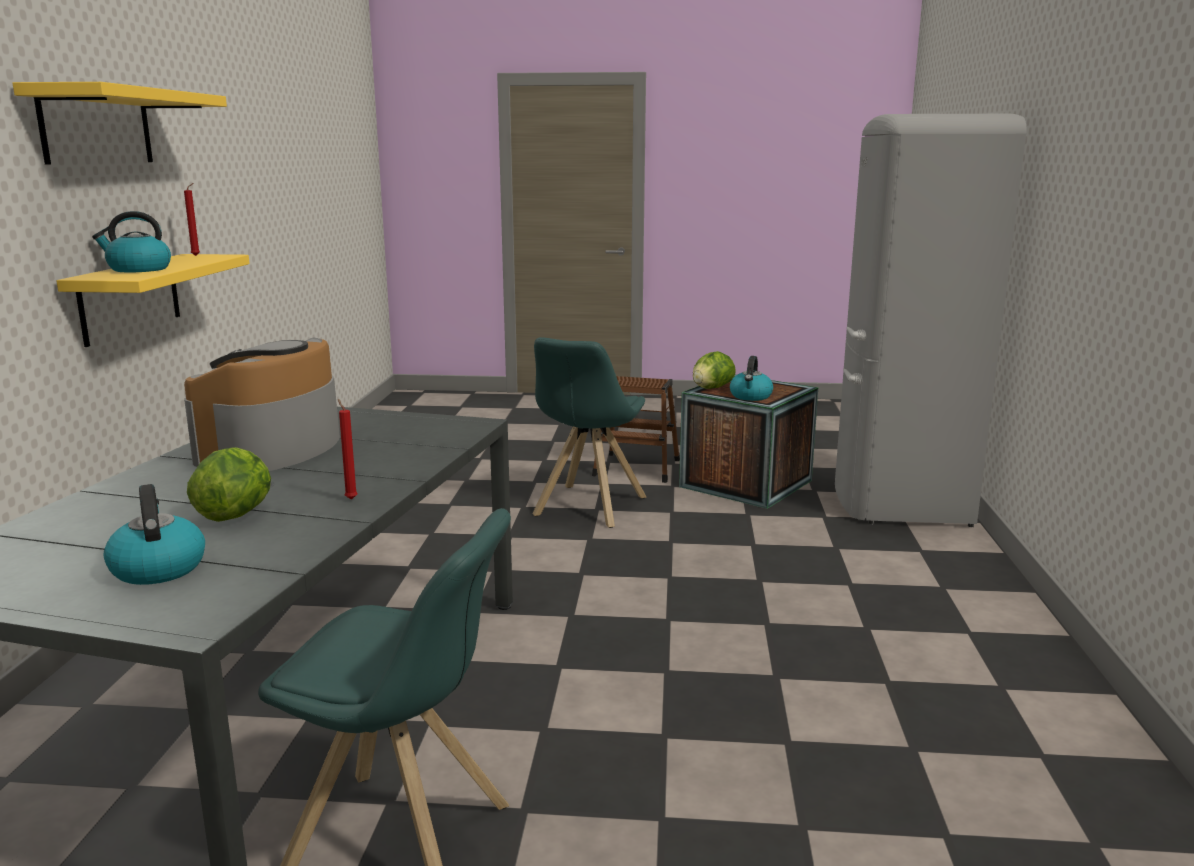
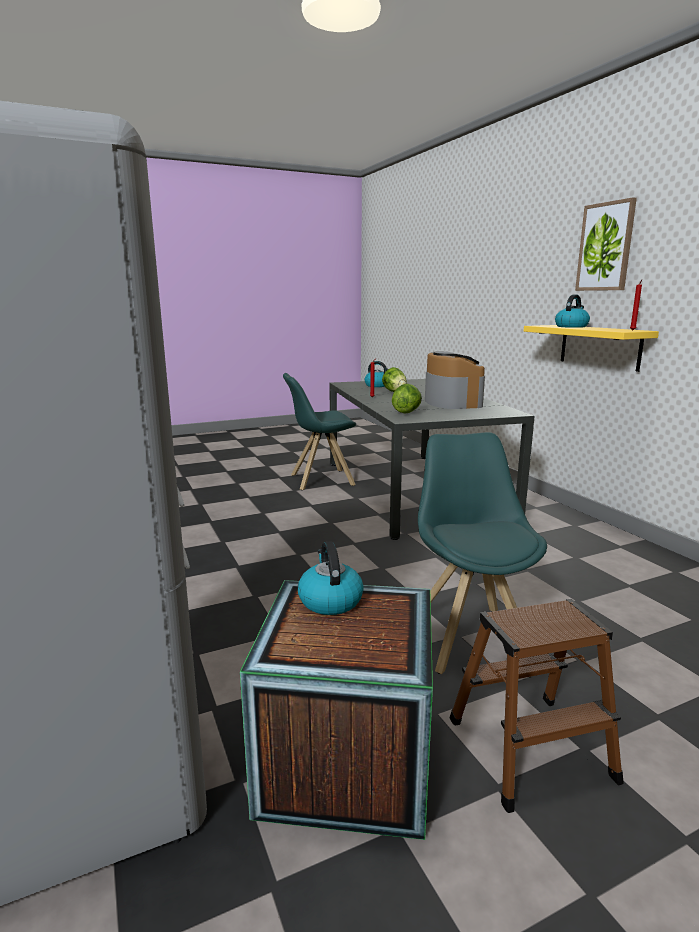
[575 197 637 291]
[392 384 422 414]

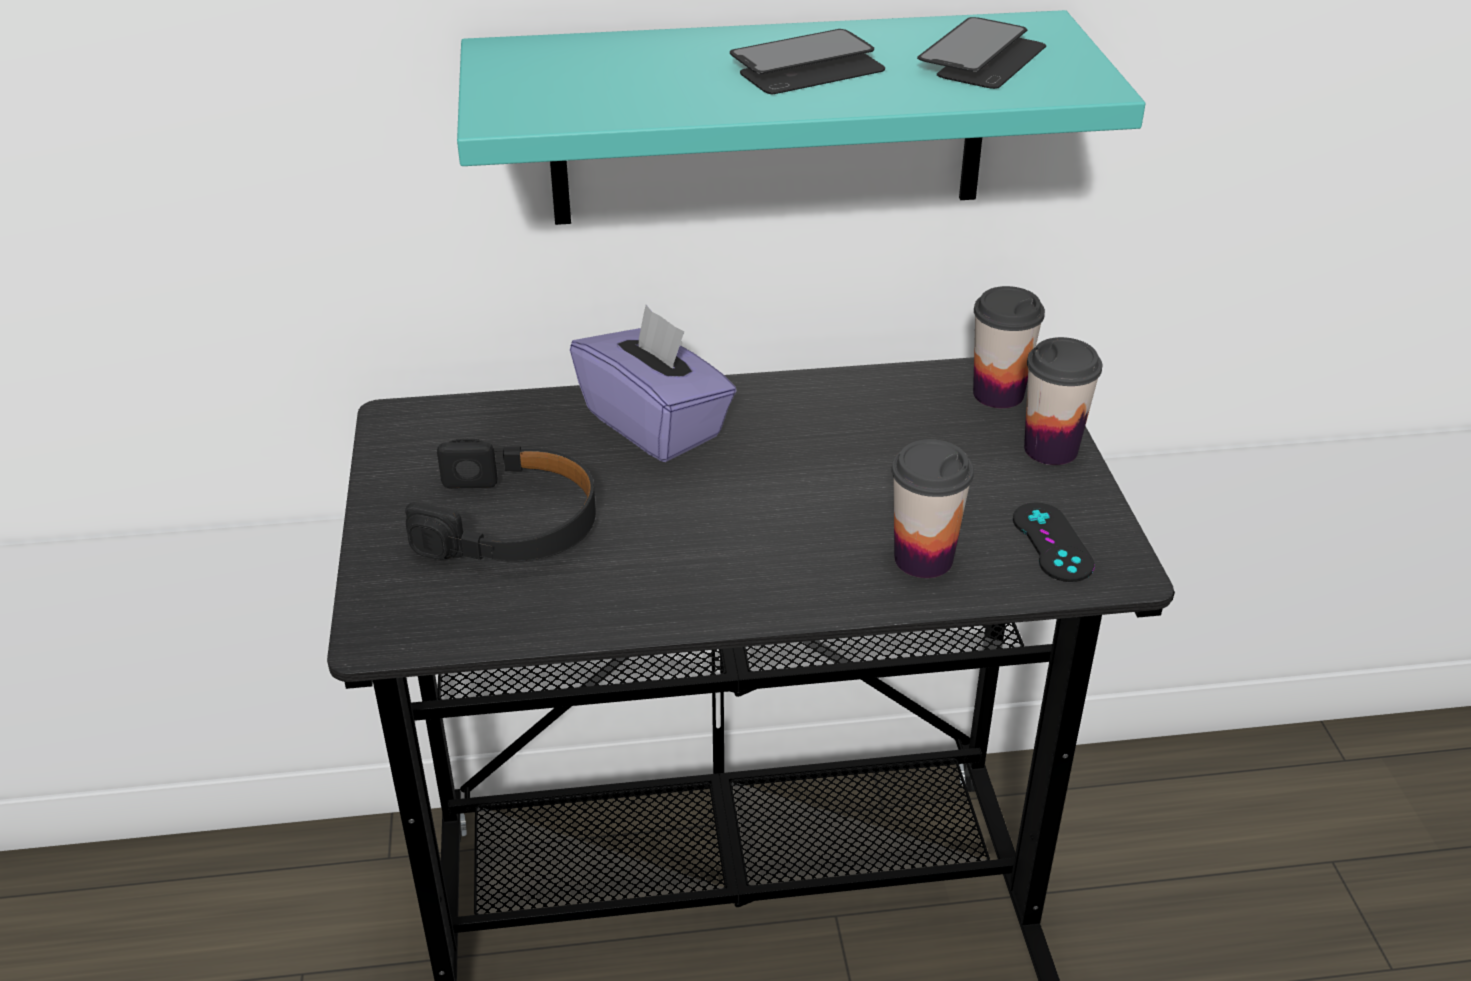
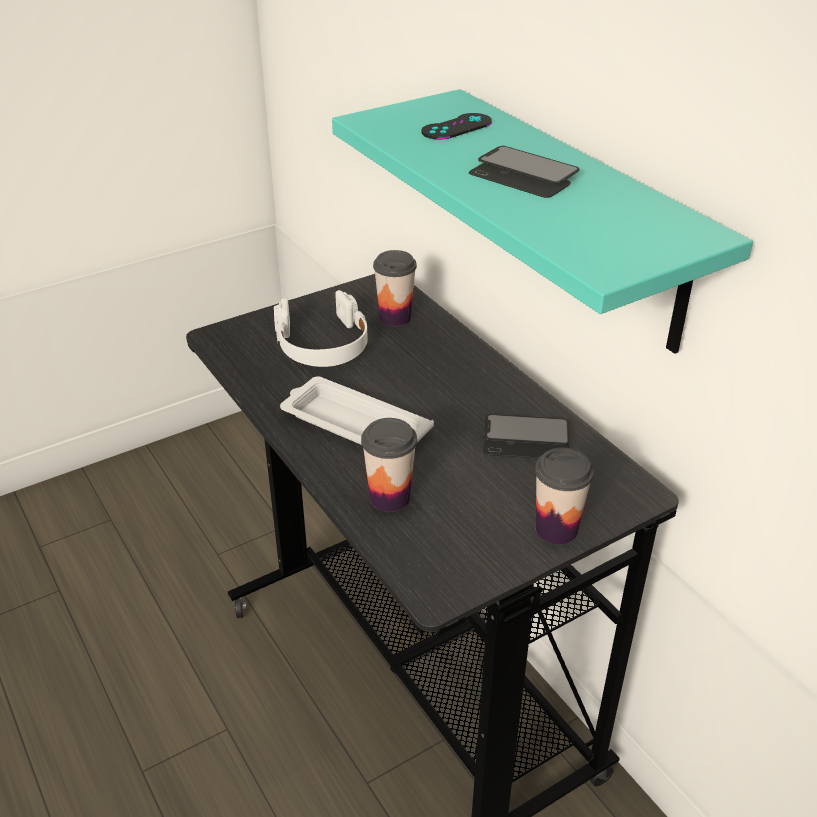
[483 414 570 458]
[373 250 417 326]
[570 305 737 462] (first image)
[274 290 368 367]
[421 113 492 140]
[280 376 434 445]

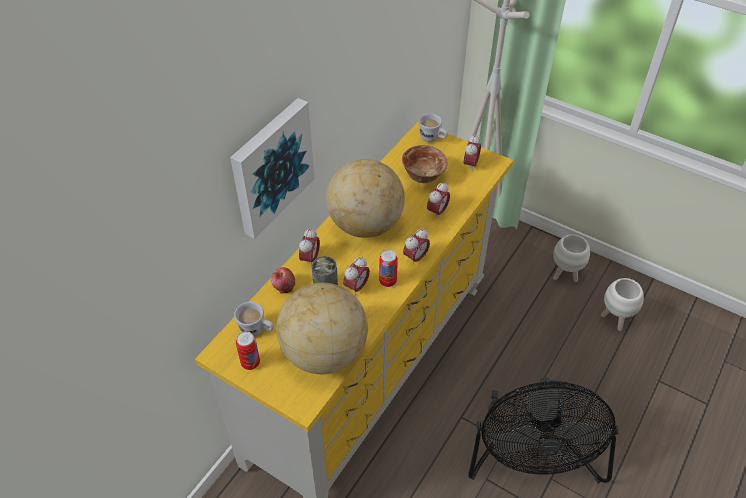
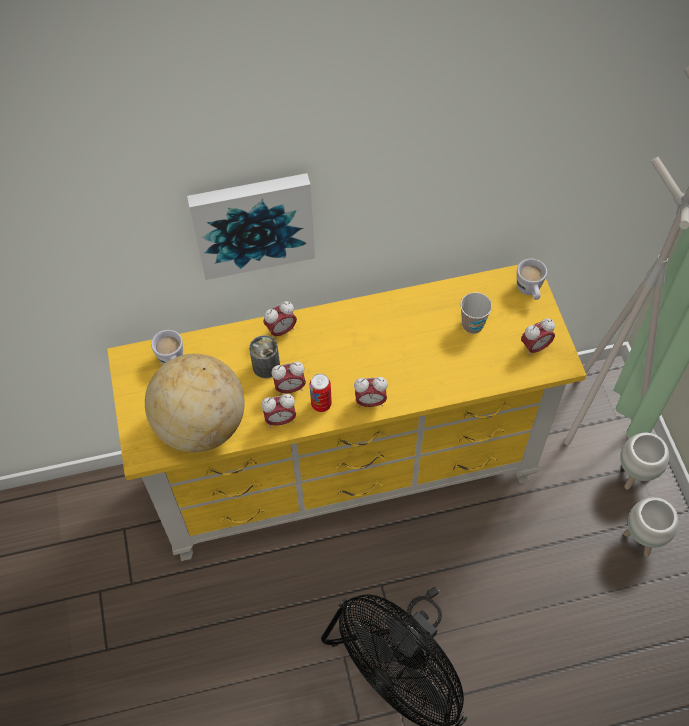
[460 292 492 334]
[326 159 405 238] (first image)
[261 394 296 427]
[271 267 295 294] (first image)
[620 433 669 490]
[236 331 260 370] (first image)

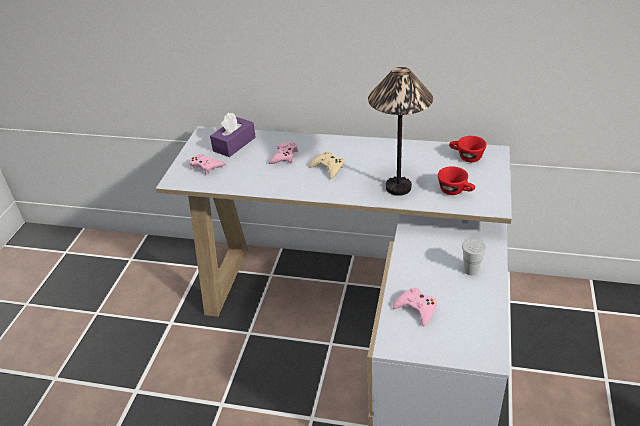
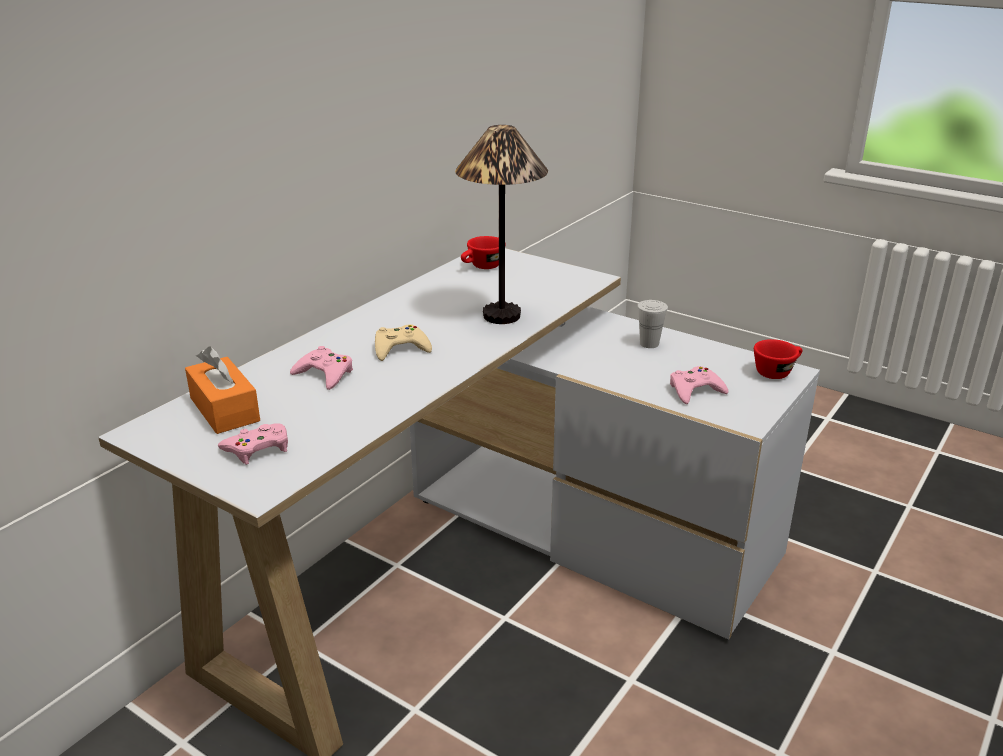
[185 346 260 434]
[754 339 803 379]

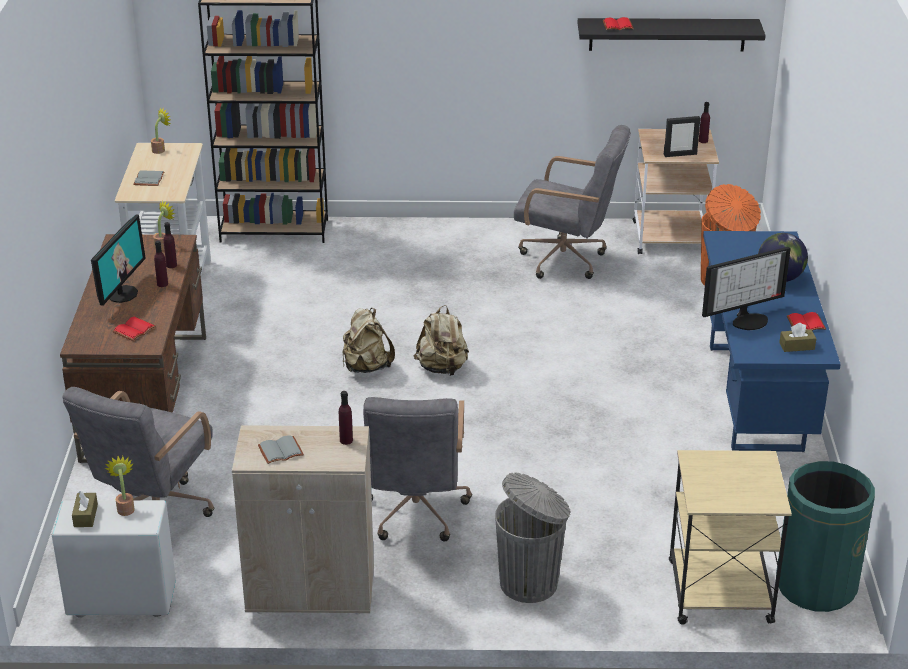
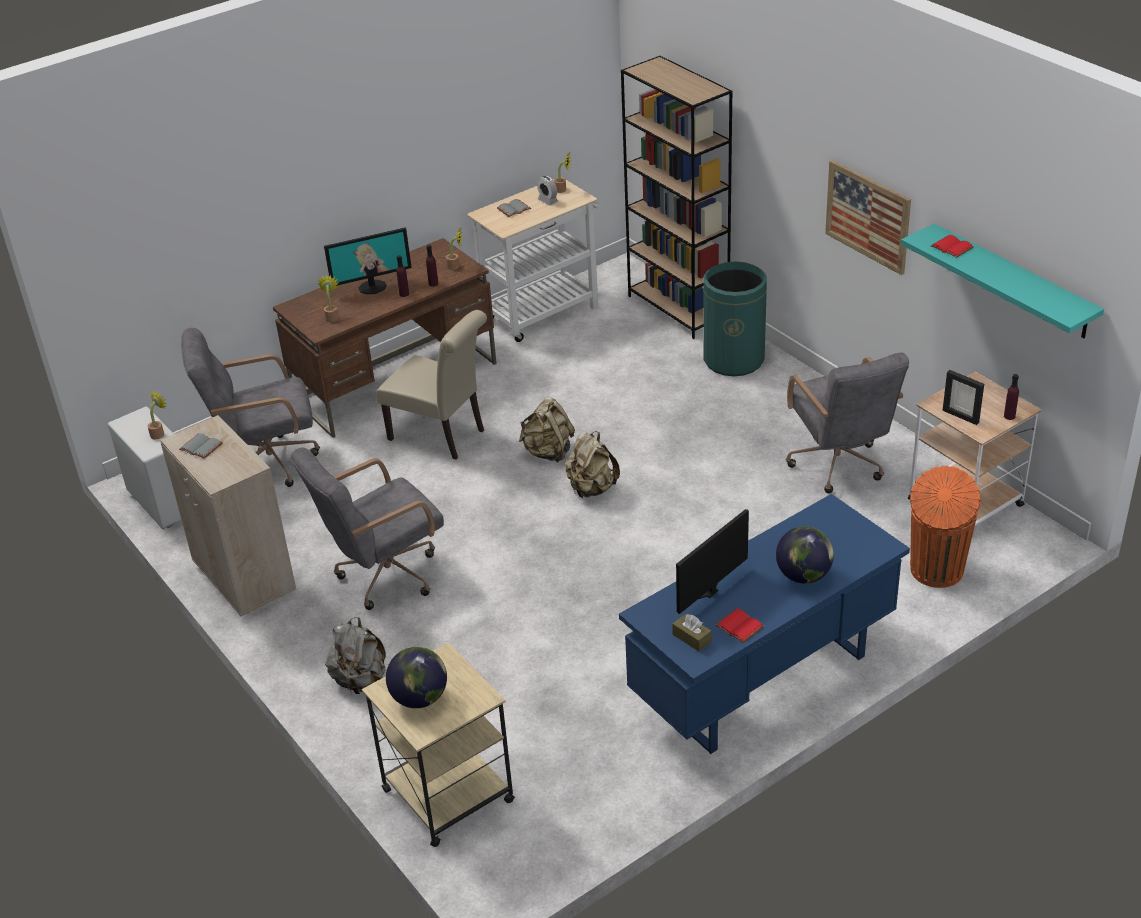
[901 223 1104 338]
[676 509 749 614]
[317 275 339 322]
[339 391 353 445] (first image)
[703 262 767 376]
[325 617 386 694]
[72 491 98 527] (first image)
[825 160 911 275]
[537 176 558 205]
[376 310 487 460]
[386 647 447 708]

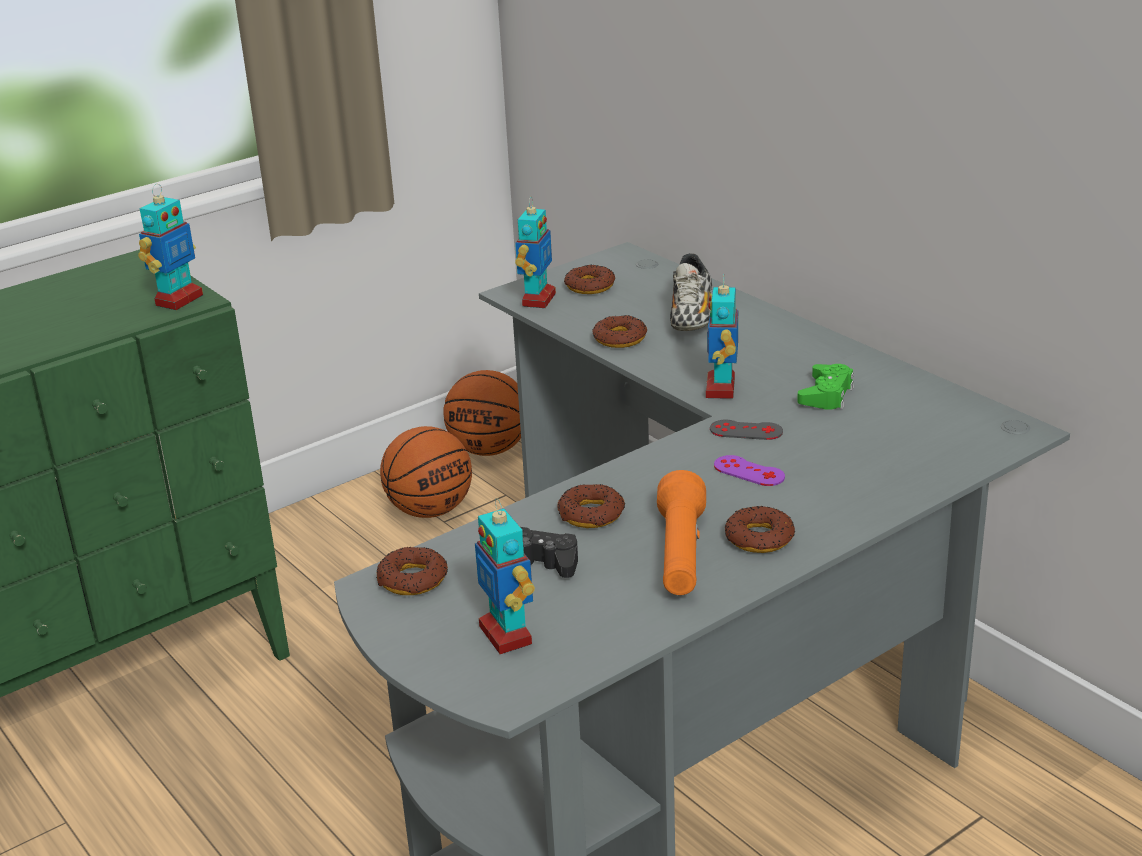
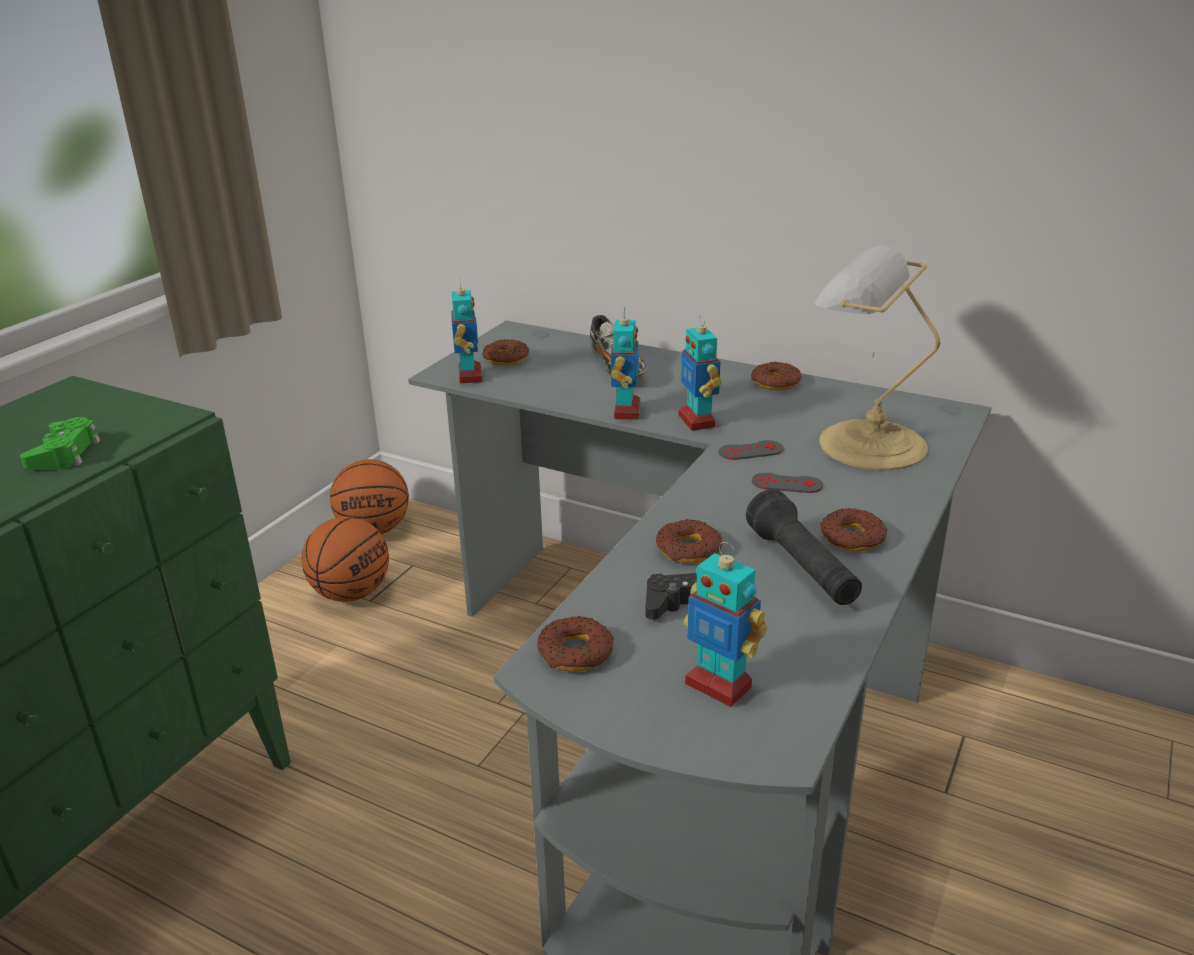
[611 307 640 420]
[751 362 802 390]
[20 417 100 469]
[752 473 823 493]
[746 489 862 605]
[815 245 940 470]

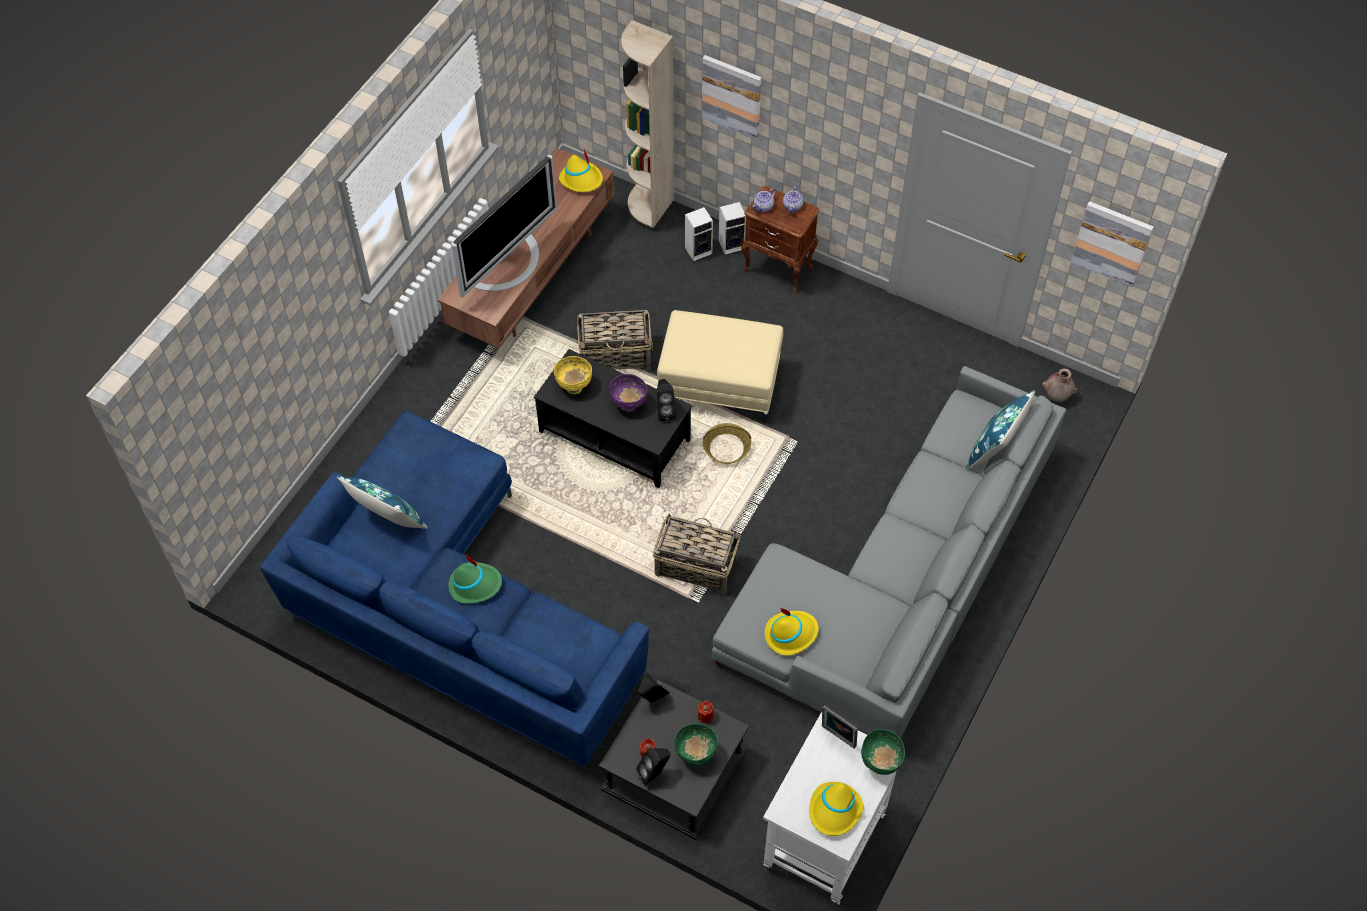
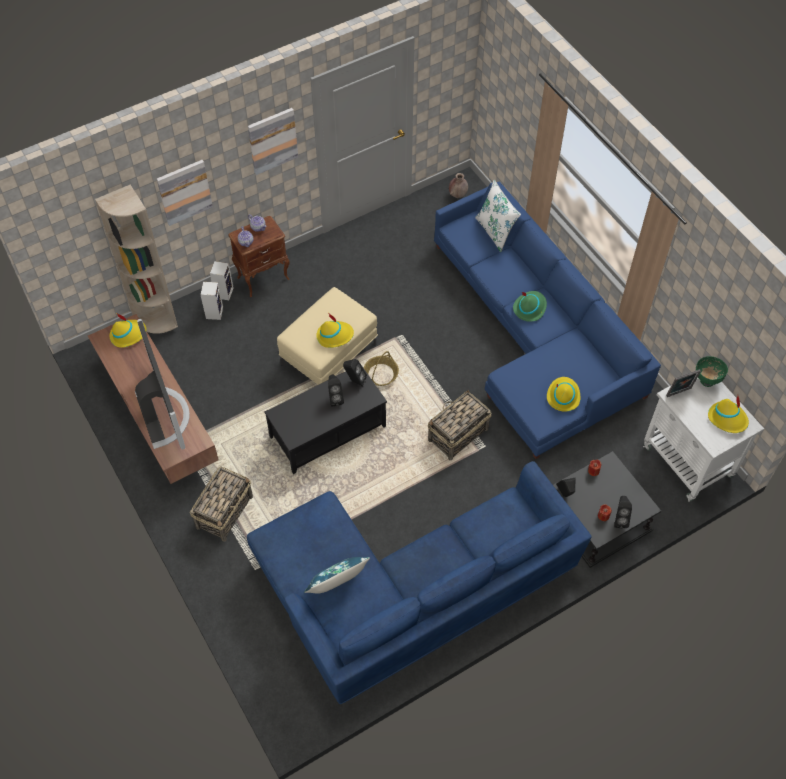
[248 108 298 175]
[190 466 253 542]
[554 356 592 394] (first image)
[434 182 661 459]
[328 375 344 407]
[475 180 521 252]
[513 291 547 322]
[674 724 718 765] (first image)
[316 314 354 348]

